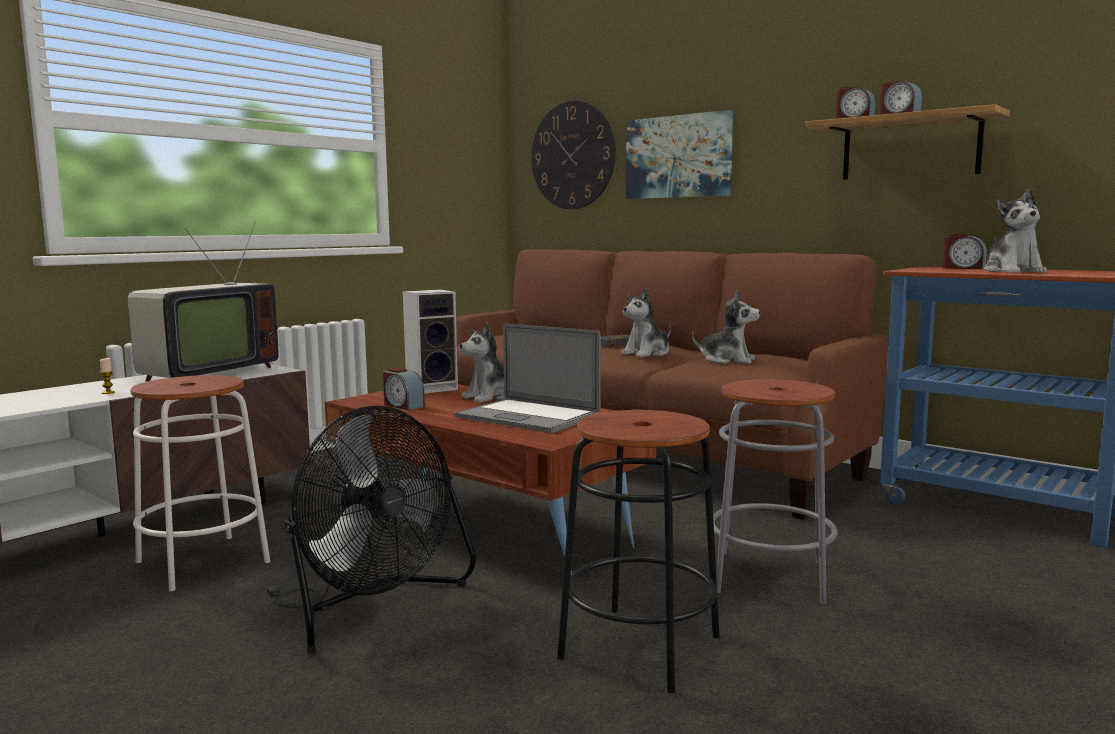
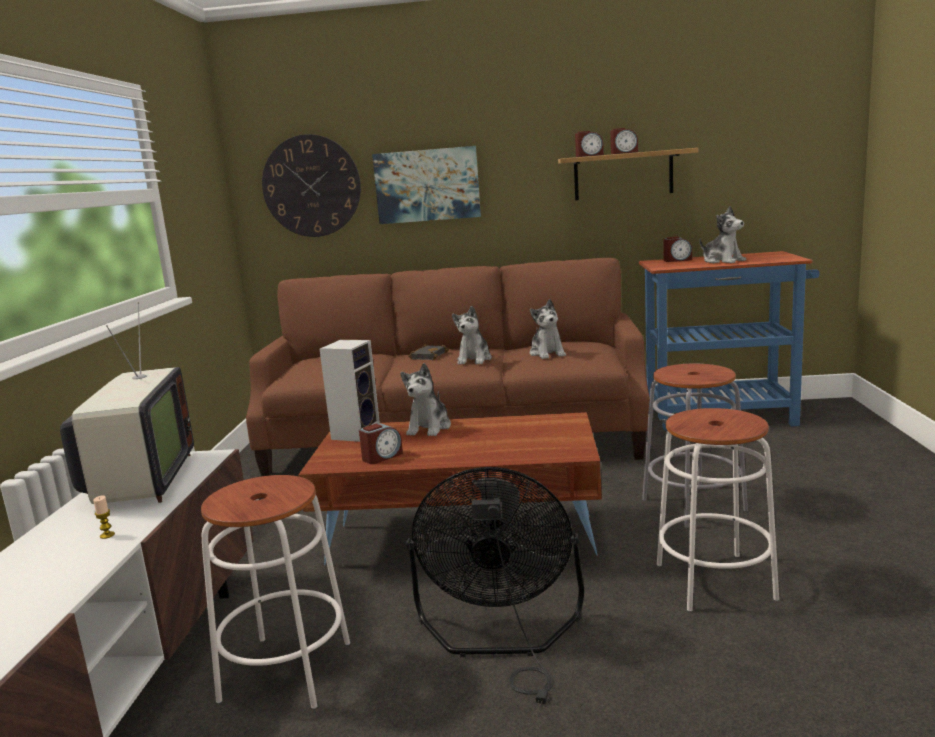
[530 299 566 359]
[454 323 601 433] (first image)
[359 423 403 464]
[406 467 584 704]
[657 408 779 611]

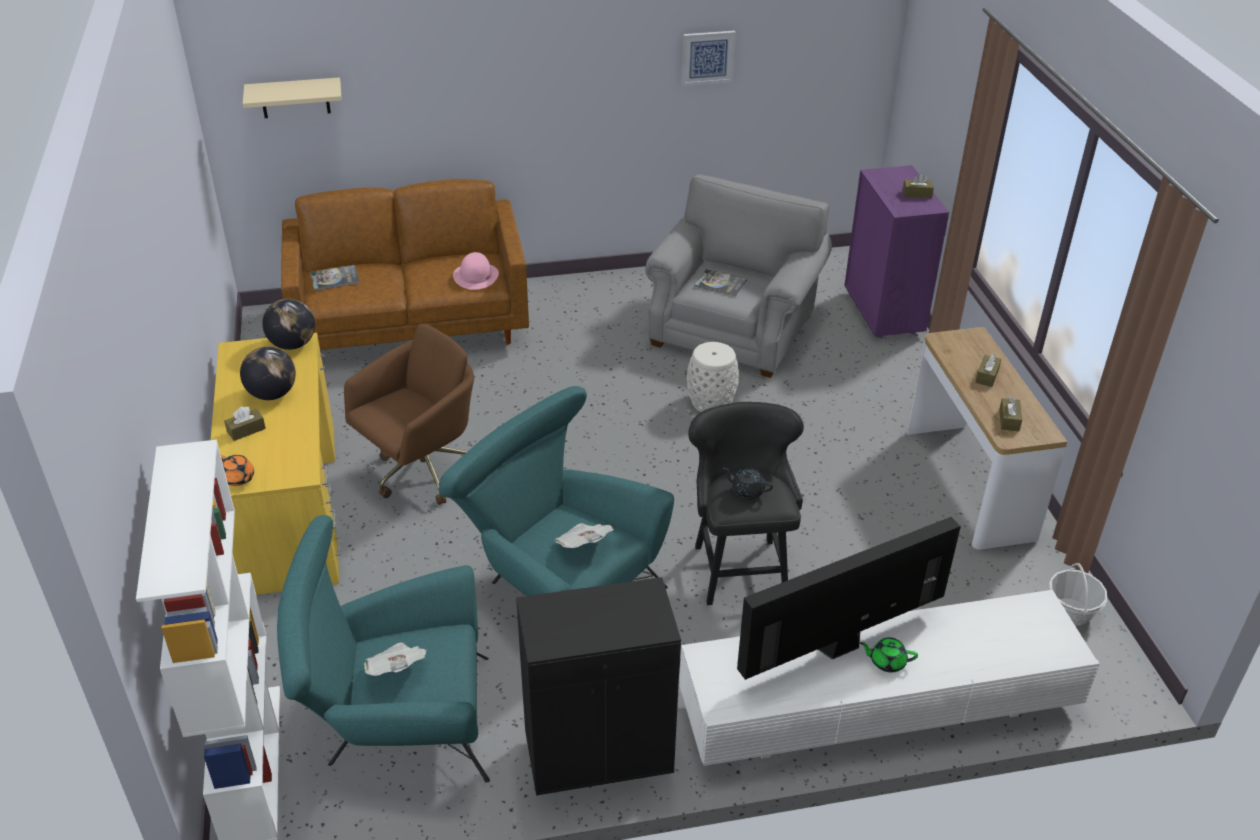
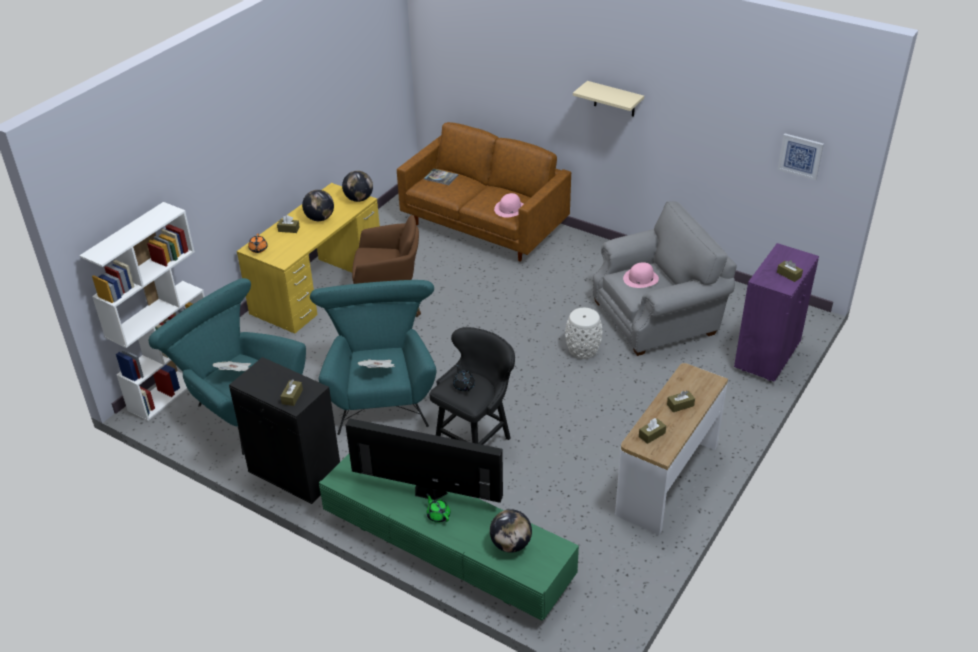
[777 133 824 180]
[573 81 644 117]
[623 262 659 288]
[1049 563 1107 626] (first image)
[319 454 579 620]
[280 380 303 406]
[490 509 532 553]

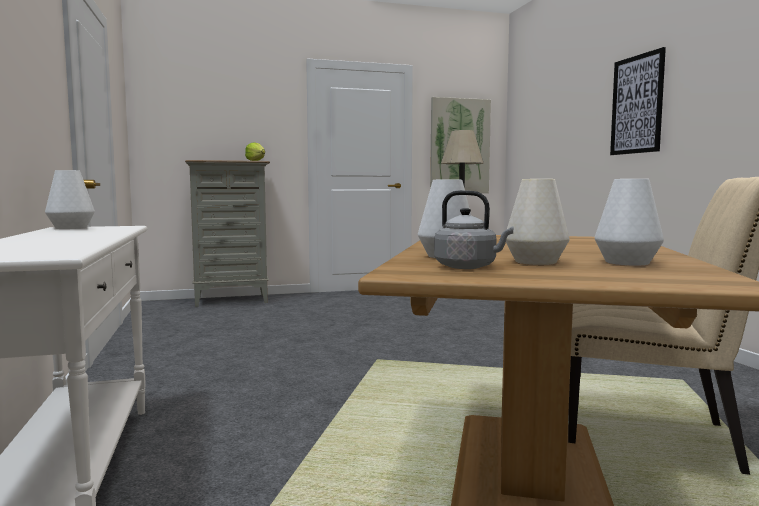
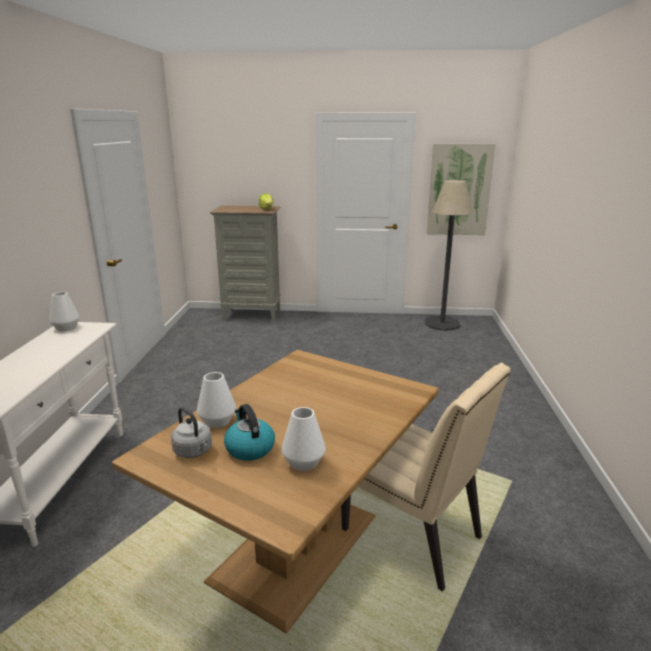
[610 47 666 155] (first image)
[224 404 275 461]

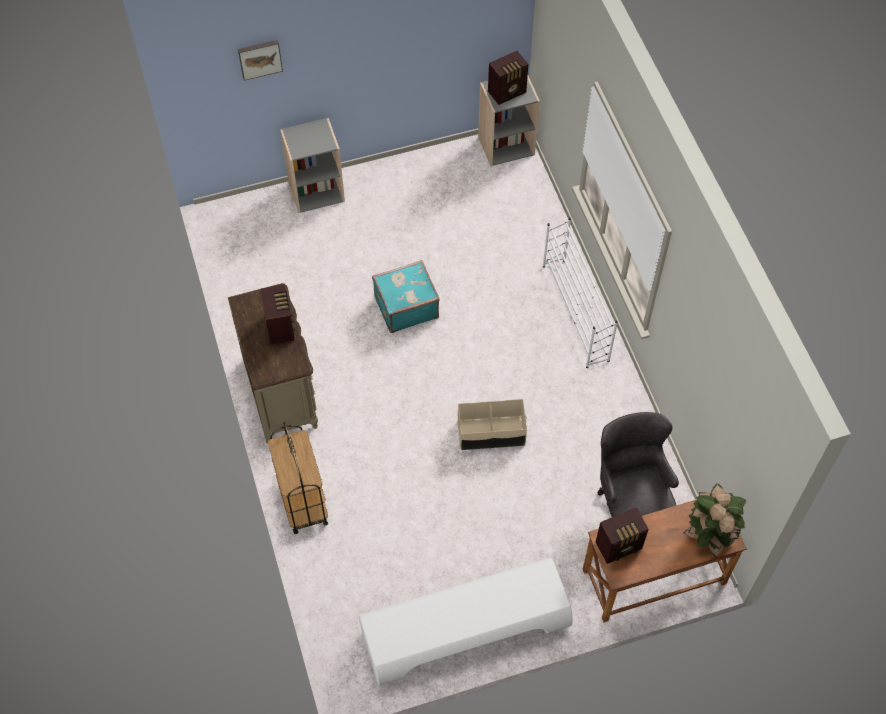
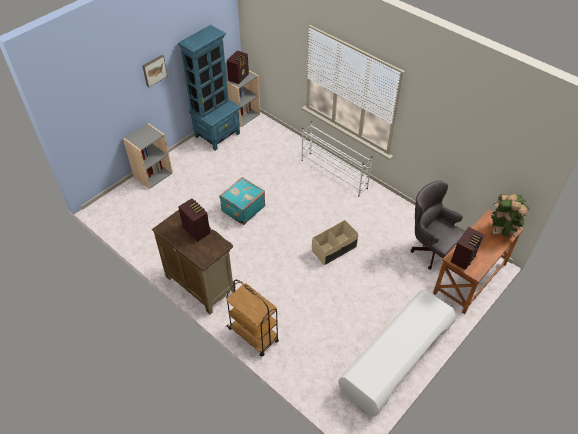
[142 55 168 87]
[178 25 241 151]

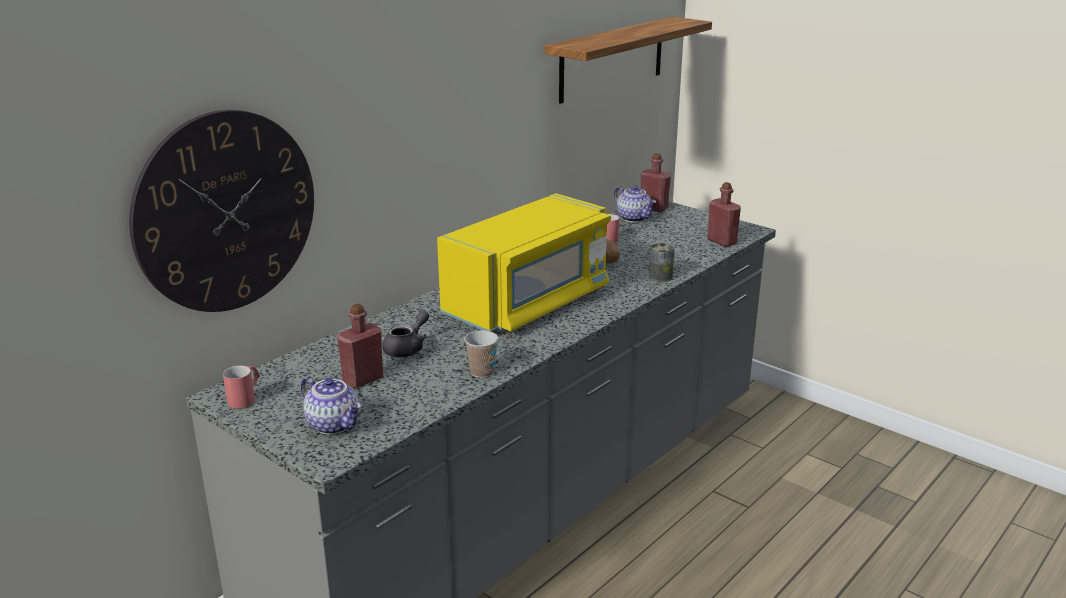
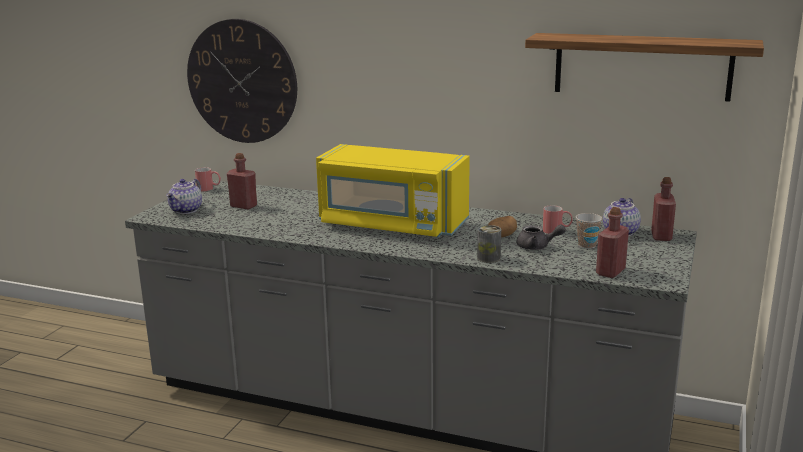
[516 225 566 250]
[576 213 602 249]

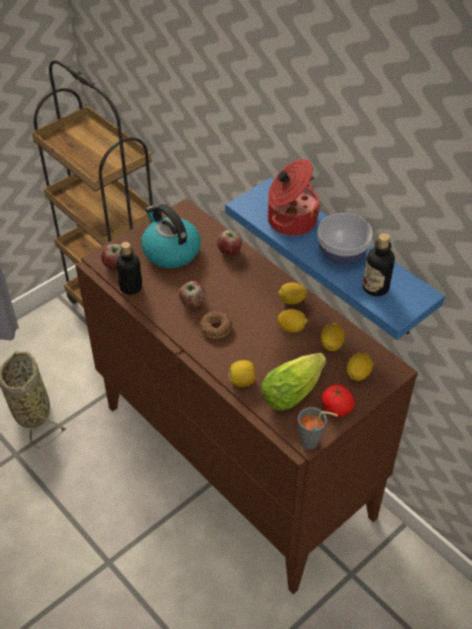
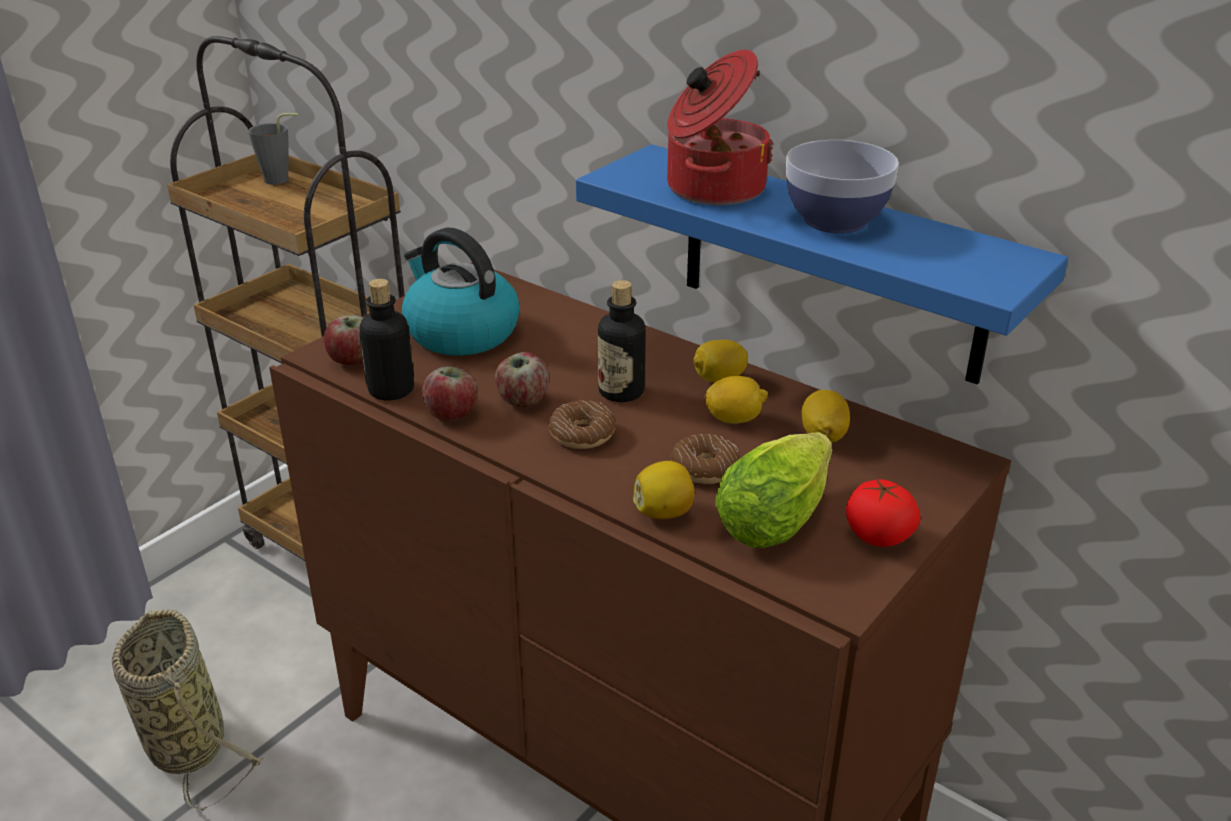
[422 366 478 421]
[598 280 646 402]
[346 353 373 381] (first image)
[248 113 299 185]
[671 434 741 484]

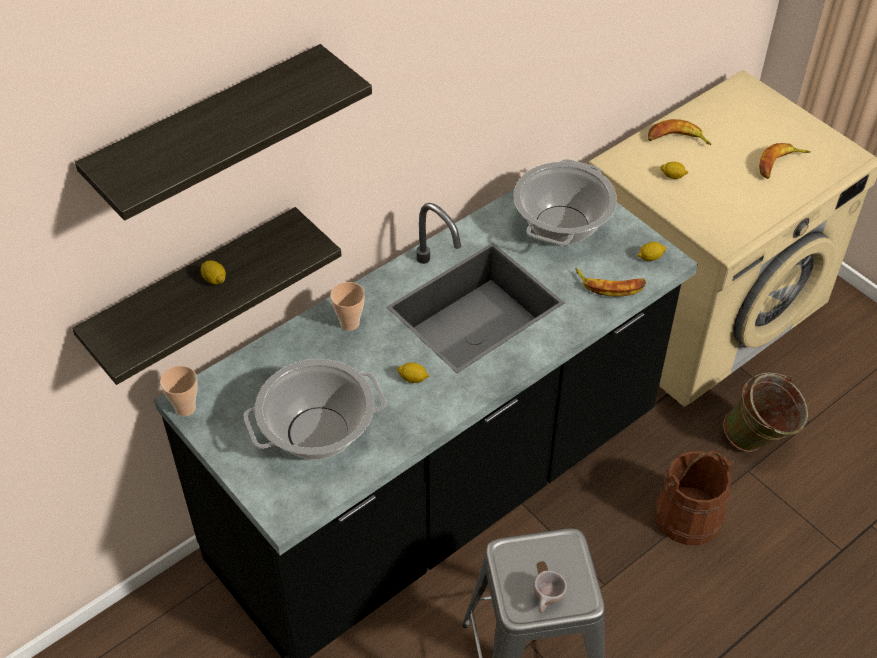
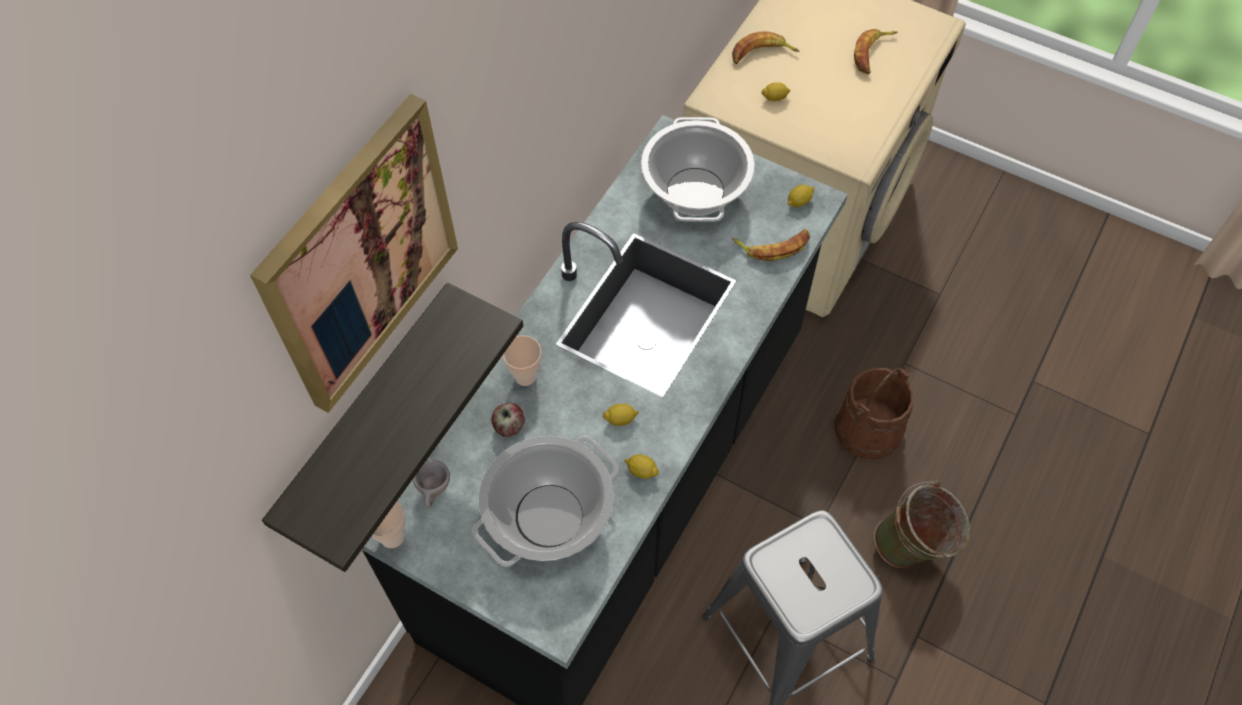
[250 94 458 413]
[625 454 659 479]
[874 481 970 568]
[413 460 450 508]
[492 403 525 437]

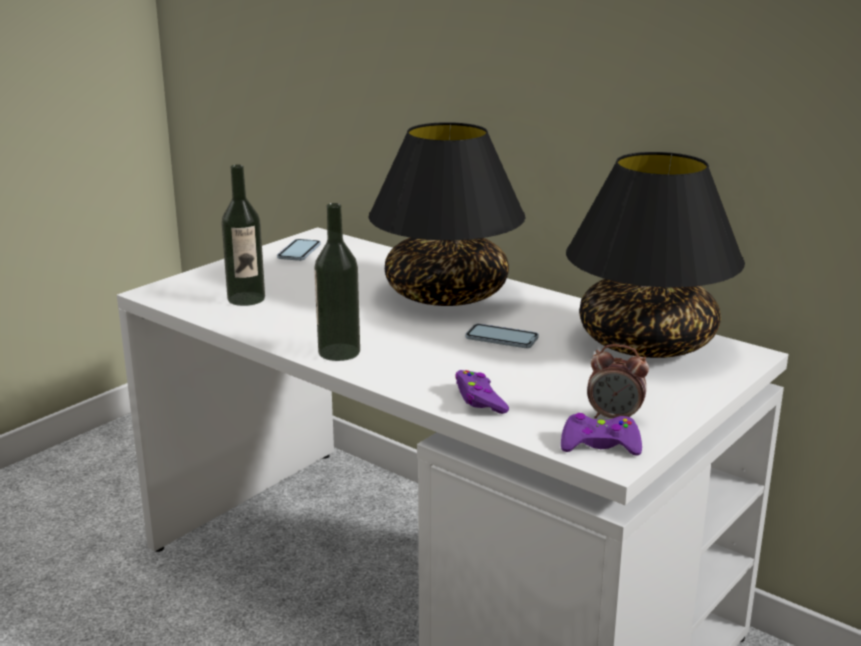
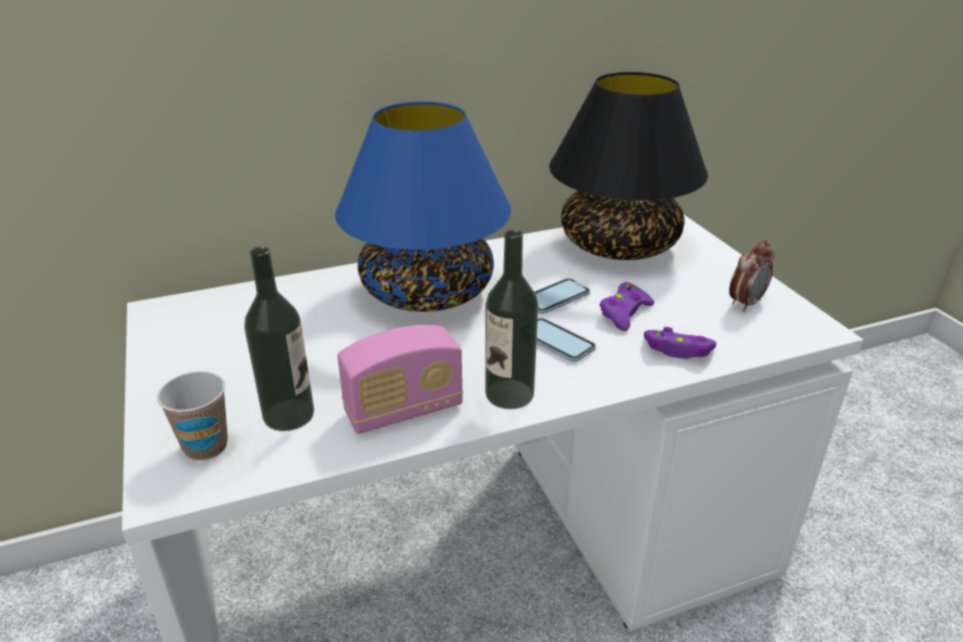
[335 101 511 312]
[536 318 596 362]
[600 282 655 331]
[337 325 463 434]
[157 371 228 461]

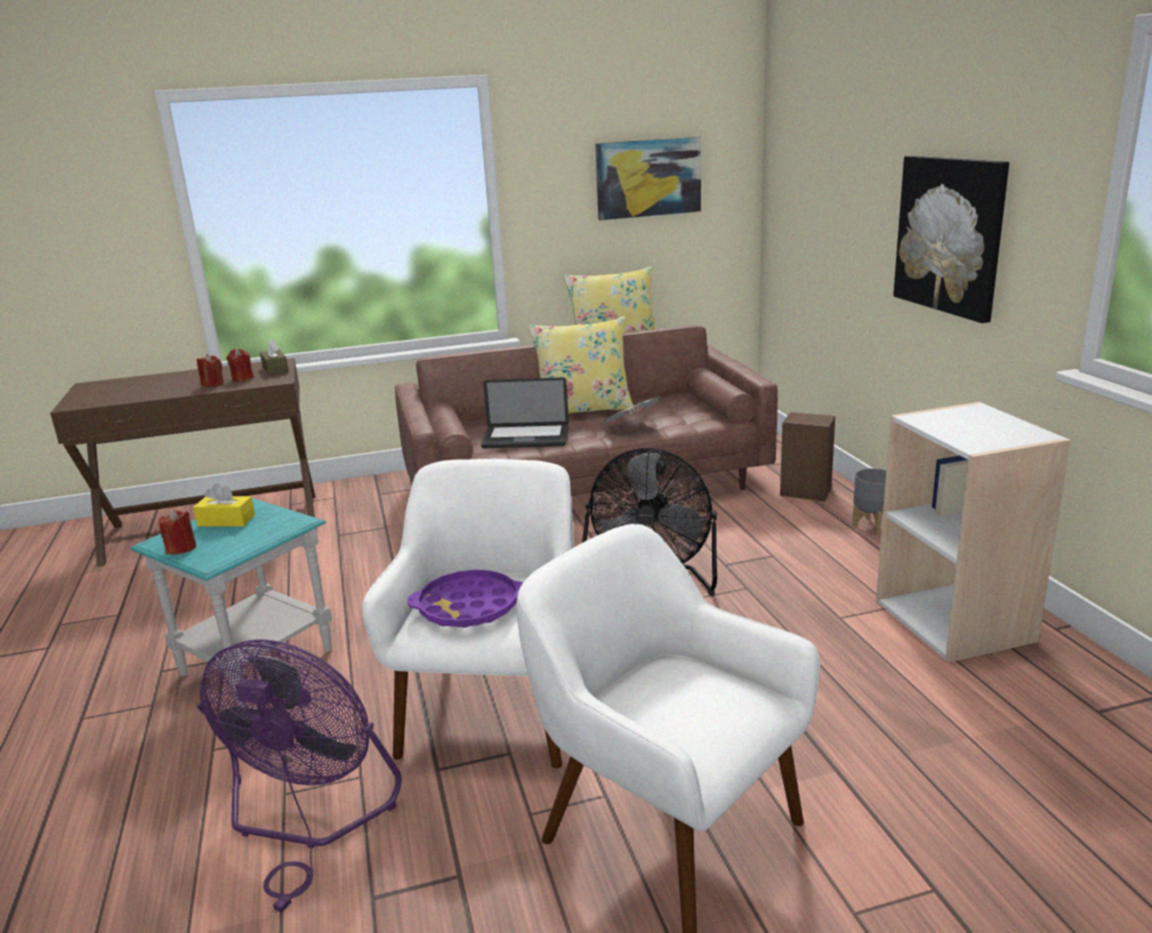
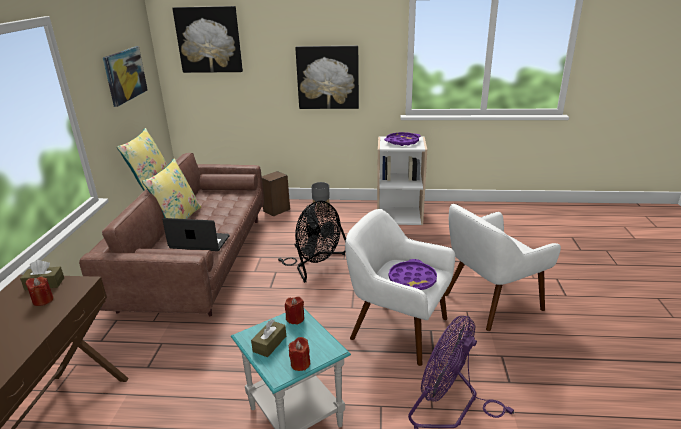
[285 296 304 325]
[162 218 230 251]
[600 397 661 424] (first image)
[251 319 286 357]
[172 6 243 73]
[384 132 421 146]

